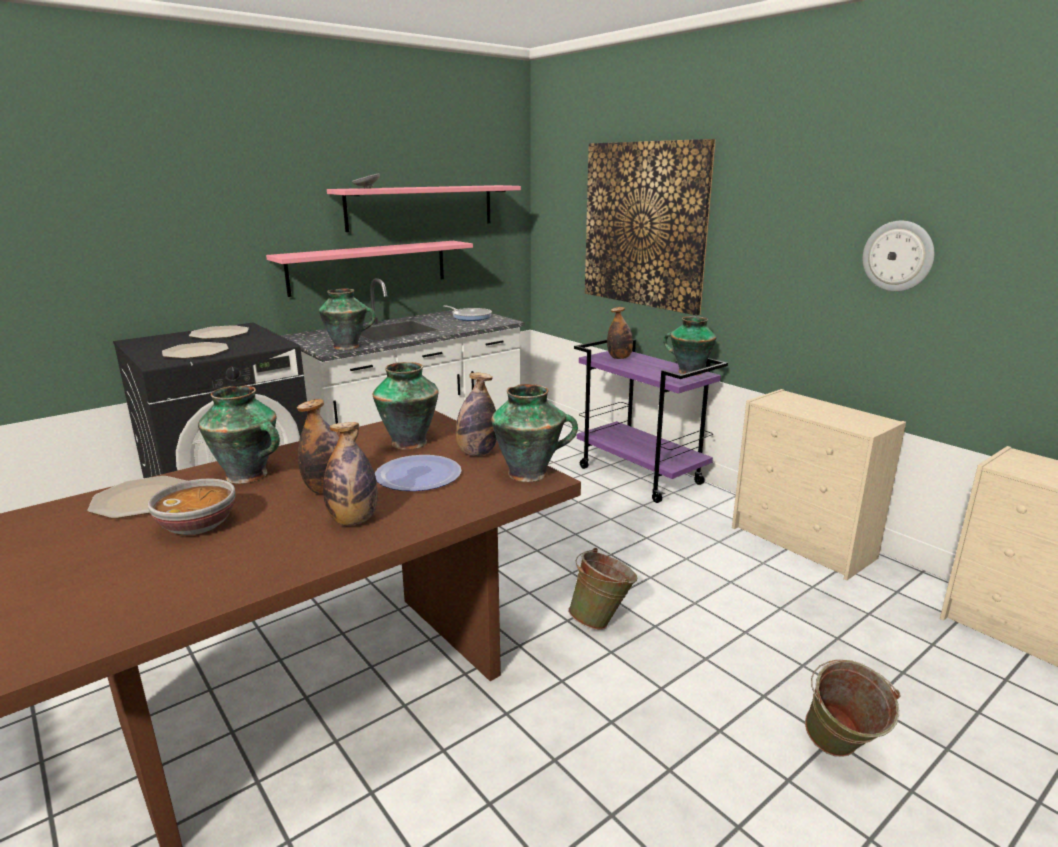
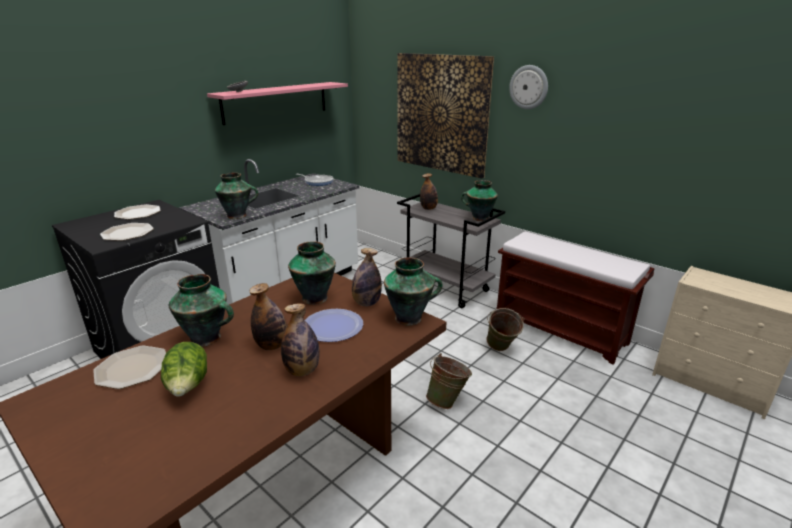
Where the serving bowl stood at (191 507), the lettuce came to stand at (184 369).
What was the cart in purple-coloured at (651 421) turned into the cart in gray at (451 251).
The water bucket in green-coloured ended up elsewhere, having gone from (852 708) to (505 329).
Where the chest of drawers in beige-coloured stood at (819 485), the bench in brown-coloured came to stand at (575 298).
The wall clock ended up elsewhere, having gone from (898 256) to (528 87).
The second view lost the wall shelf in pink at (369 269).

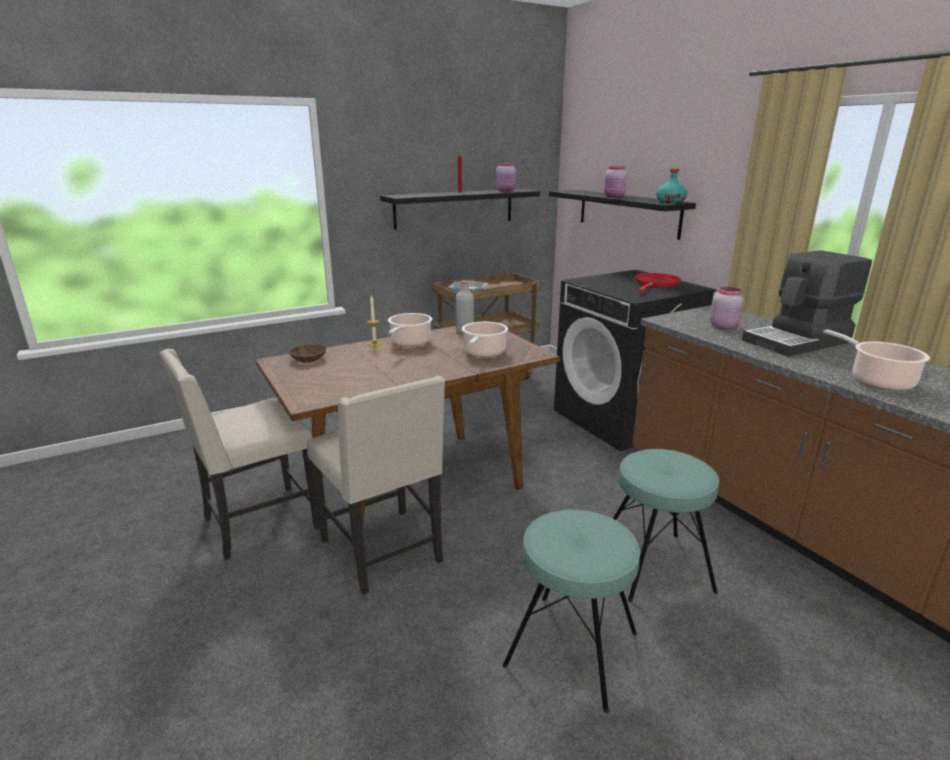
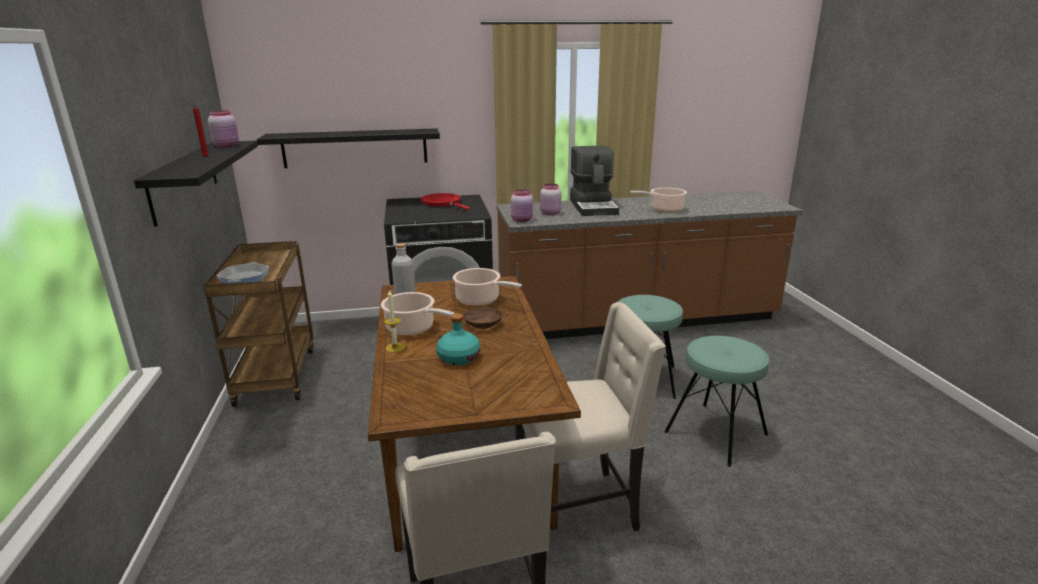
The bottle in turquoise ended up elsewhere, having gone from (671 185) to (458 339).
The serving bowl in brown-coloured ended up elsewhere, having gone from (307 354) to (483 318).
The storage jar in pink ended up elsewhere, having gone from (615 181) to (522 205).

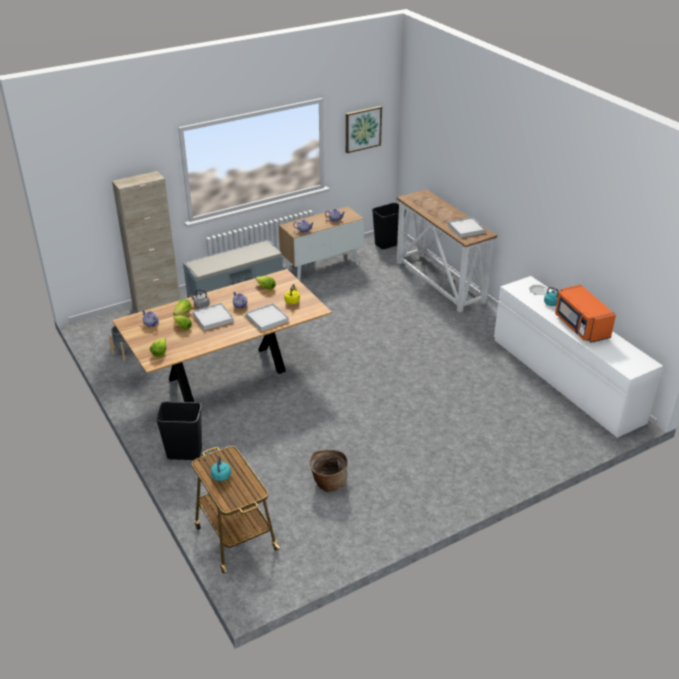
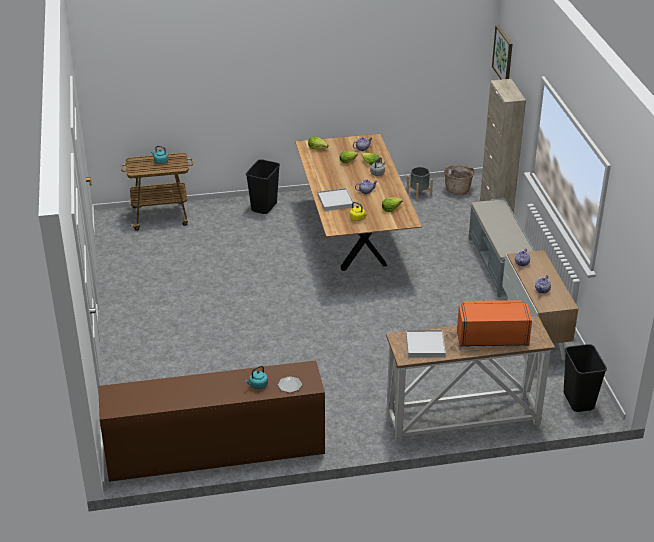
What was the chest of drawers in white at (578 357) turned into the chest of drawers in brown-coloured at (211 421).
The basket ended up elsewhere, having gone from (328 471) to (459 180).
The kitchen microwave in orange ended up elsewhere, having gone from (585 313) to (494 323).
The wall picture ended up elsewhere, having gone from (364 129) to (502 52).
The second view lost the serving tray in white at (213 316).

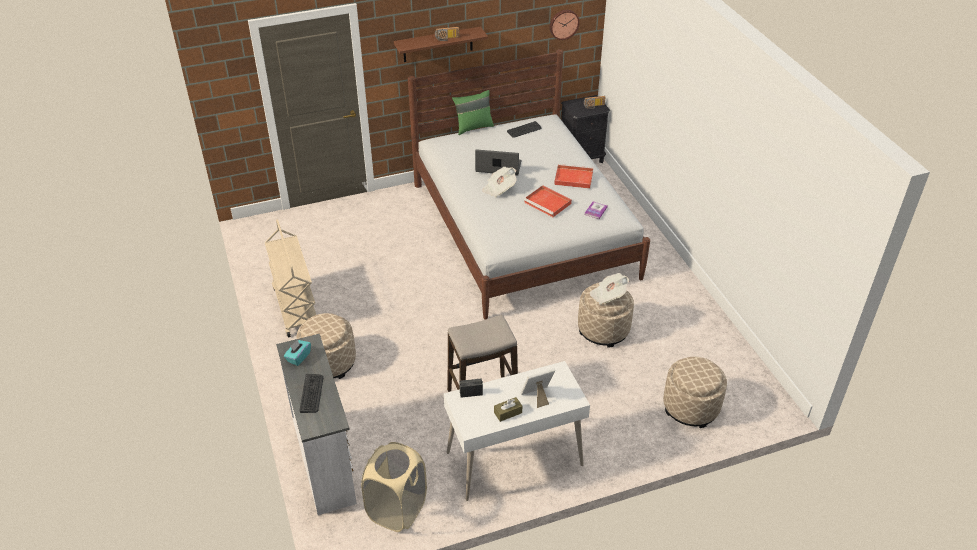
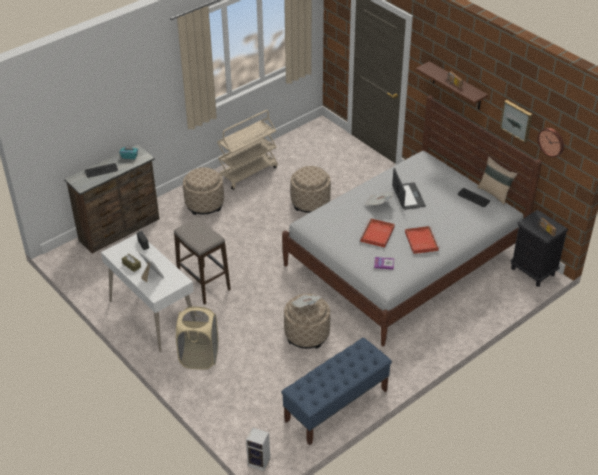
What was the chest of drawers in white at (316 424) turned into the chest of drawers in brown-coloured at (111 199).
The hamper in beige-coloured ended up elsewhere, having gone from (394 487) to (197 338).
The second view gained the loudspeaker at (258 449).
The second view gained the bench in blue-coloured at (336 391).
The pouffe in beige-coloured ended up elsewhere, having gone from (695 392) to (310 189).
The second view gained the cushion in beige-coloured at (497 180).
The second view gained the wall picture at (516 121).
The second view lost the cushion in green-coloured at (473 112).

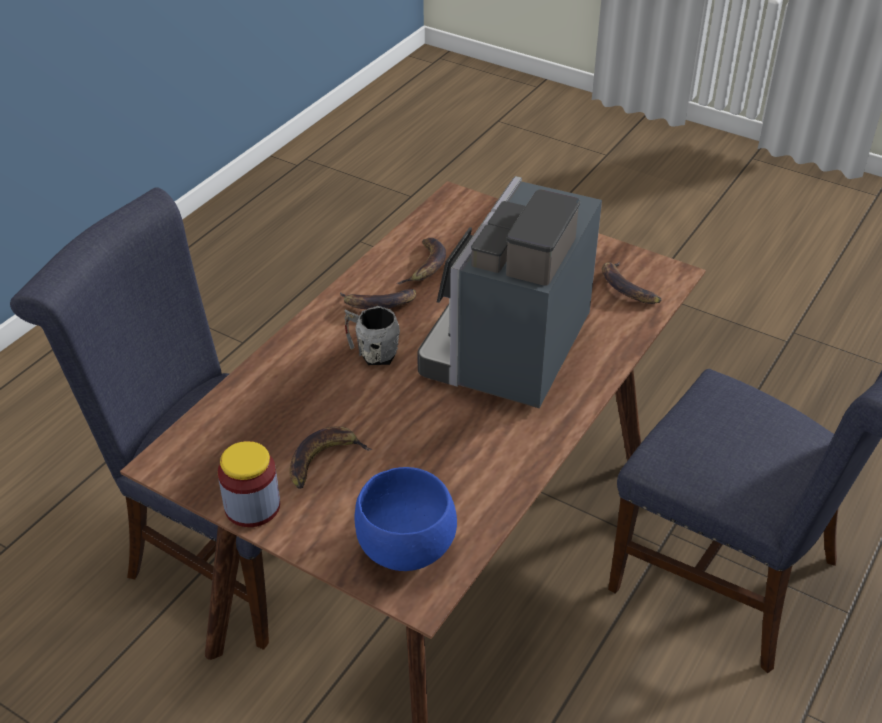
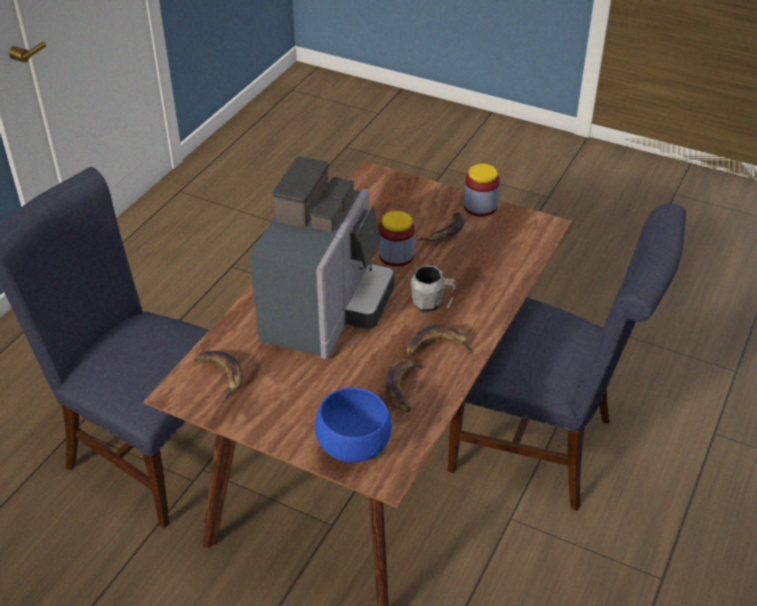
The serving bowl in blue-coloured ended up elsewhere, having gone from (406 519) to (353 425).
The second view gained the storage jar at (397 239).

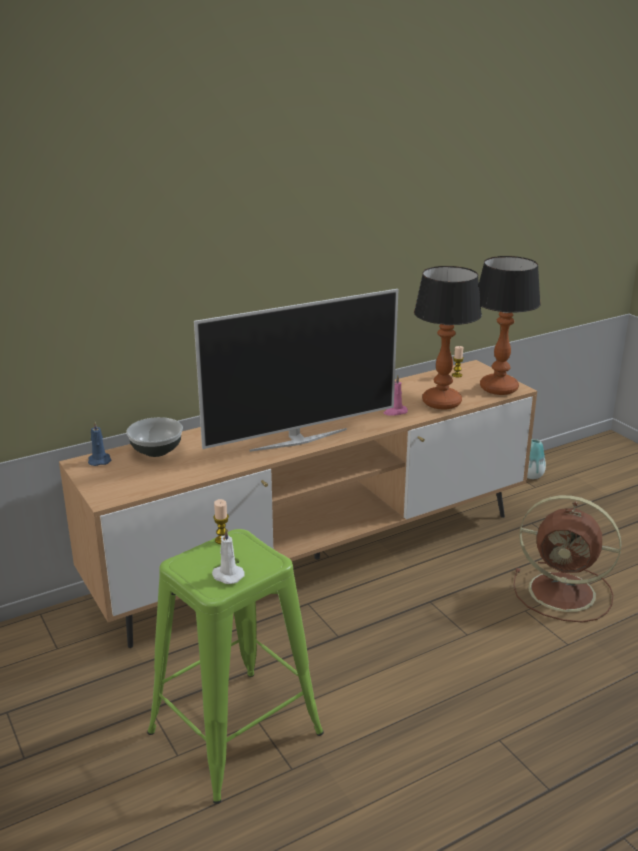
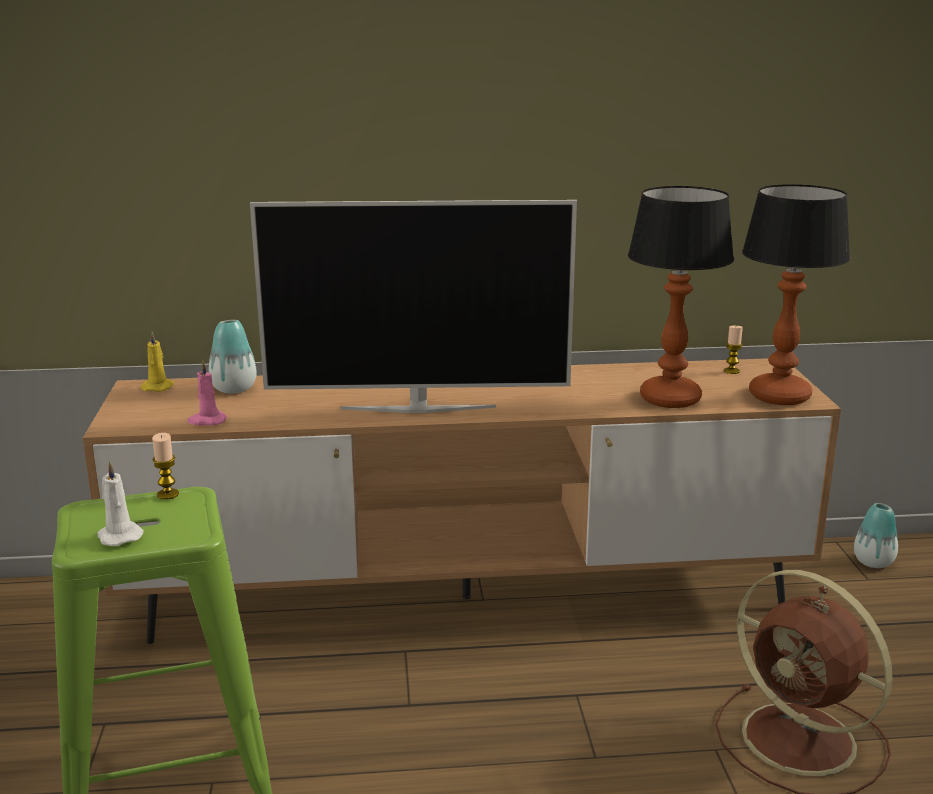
What was the wax light in blue-coloured at (99 443) turned into the wax light in yellow at (157 362).
The wax light in pink ended up elsewhere, having gone from (396 395) to (207 393).
Where the serving bowl stood at (154 437), the decorative vase came to stand at (233 357).

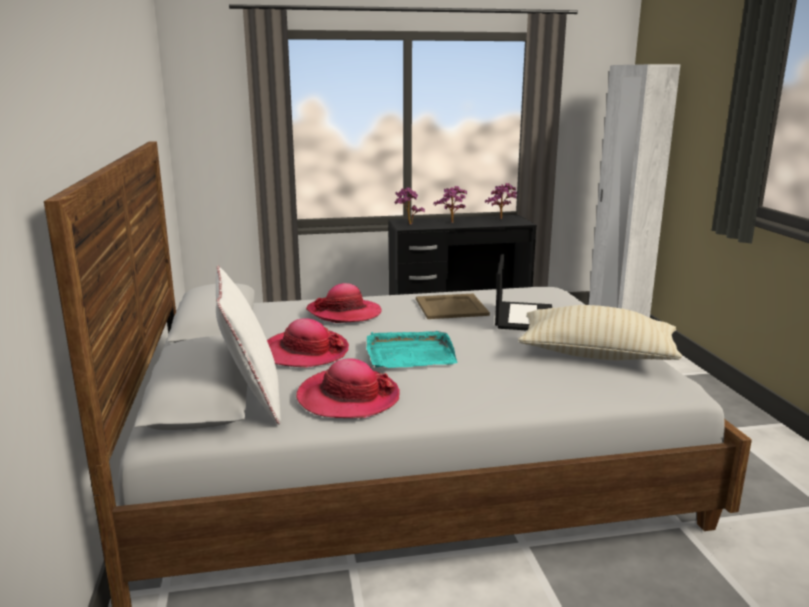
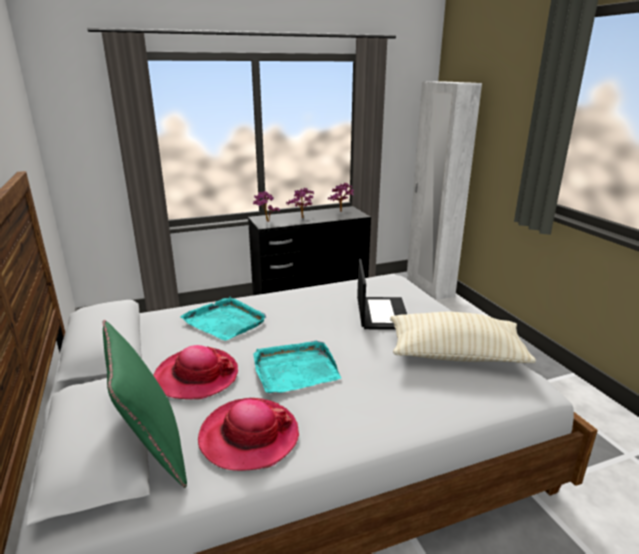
What was the cushion in white at (248 345) turned into the cushion in green-coloured at (144 404).
Where the wearable hat stood at (344 303), the serving tray in turquoise came to stand at (223 319).
The second view lost the serving tray in beige-coloured at (453 306).

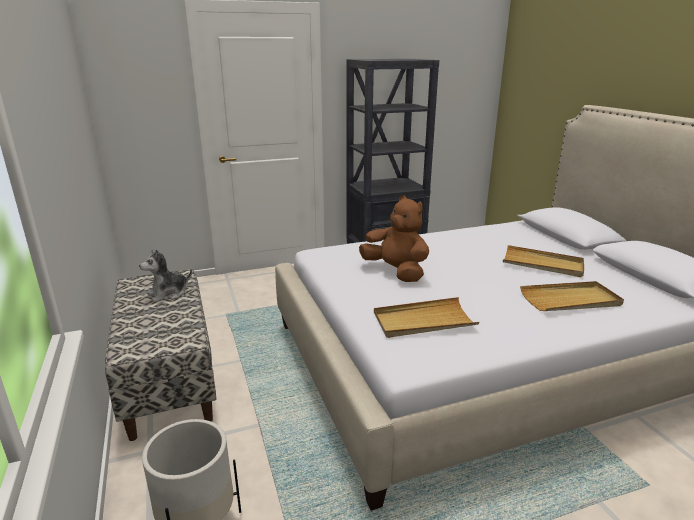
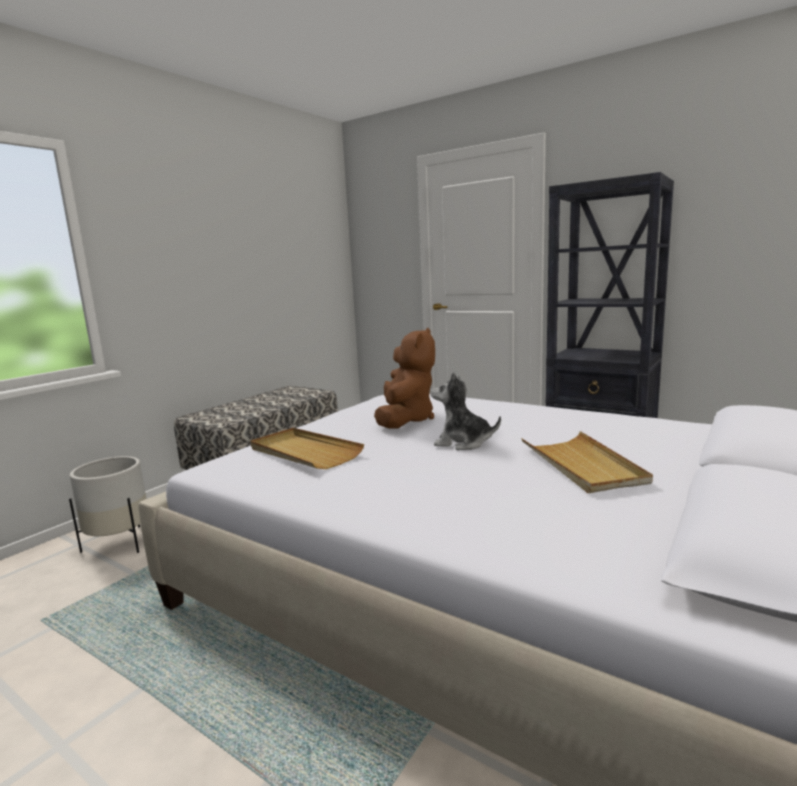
The soft toy ended up elsewhere, having gone from (165 275) to (466 411).
The second view lost the serving tray in beige-coloured at (572 296).

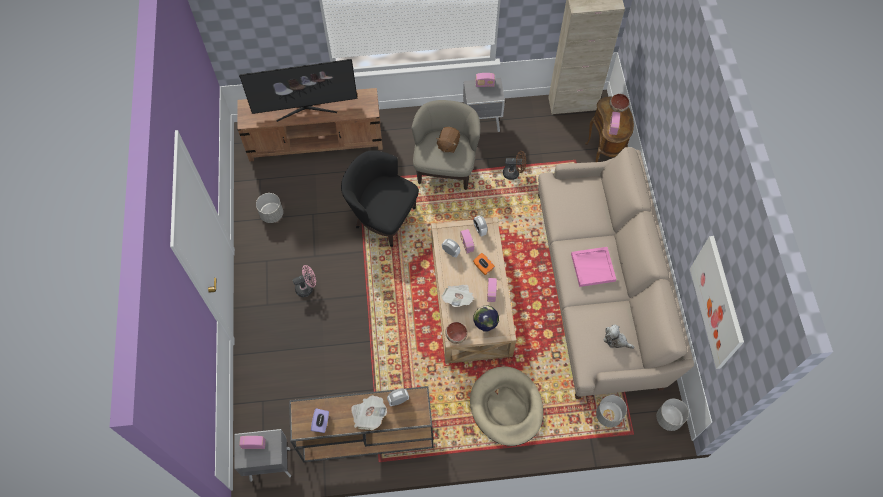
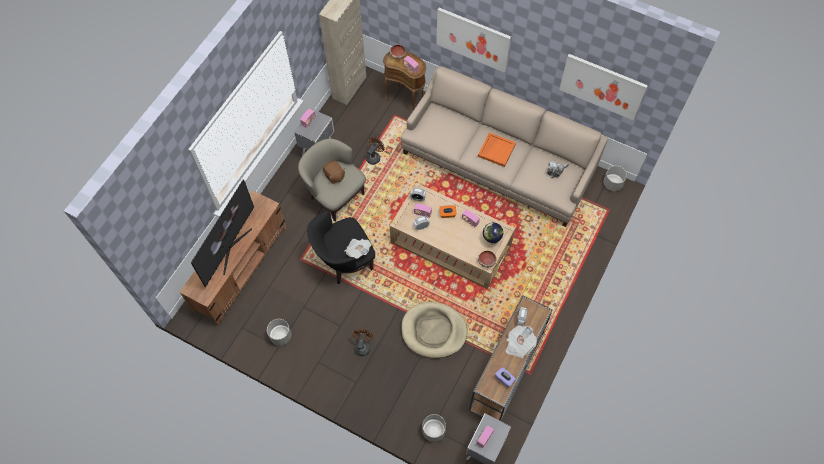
The daily paper ended up elsewhere, having gone from (458 296) to (358 249).
What was the electric fan in pink at (304 281) turned into the electric fan in brown-coloured at (362 342).
The dog cushion in beige-coloured ended up elsewhere, having gone from (506 406) to (434 330).
The plant pot in gray ended up elsewhere, having gone from (611 411) to (434 428).
The second view gained the wall picture at (473 40).
What was the serving tray in pink at (593 267) turned into the serving tray in orange at (497 149).

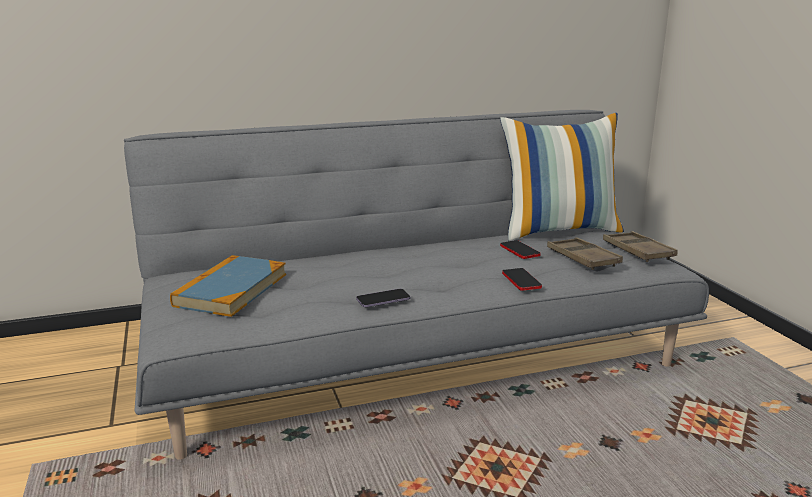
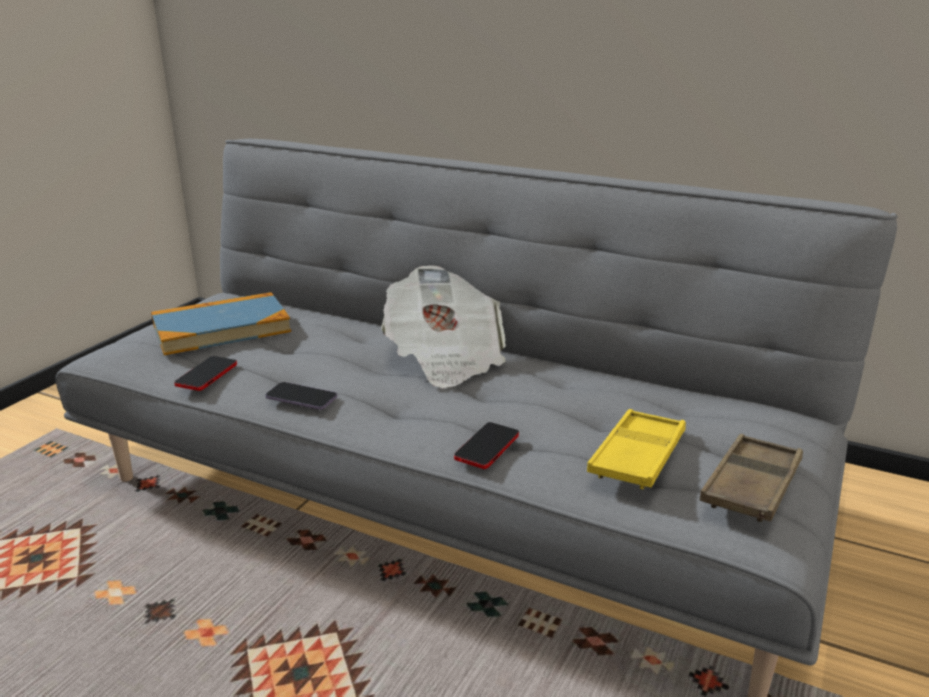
The telephone ended up elsewhere, having gone from (520 249) to (205 373).
The second view gained the daily paper at (443 326).
What was the serving tray in brown-coloured at (585 253) turned into the serving tray in yellow at (636 449).
The second view lost the cushion at (562 177).

